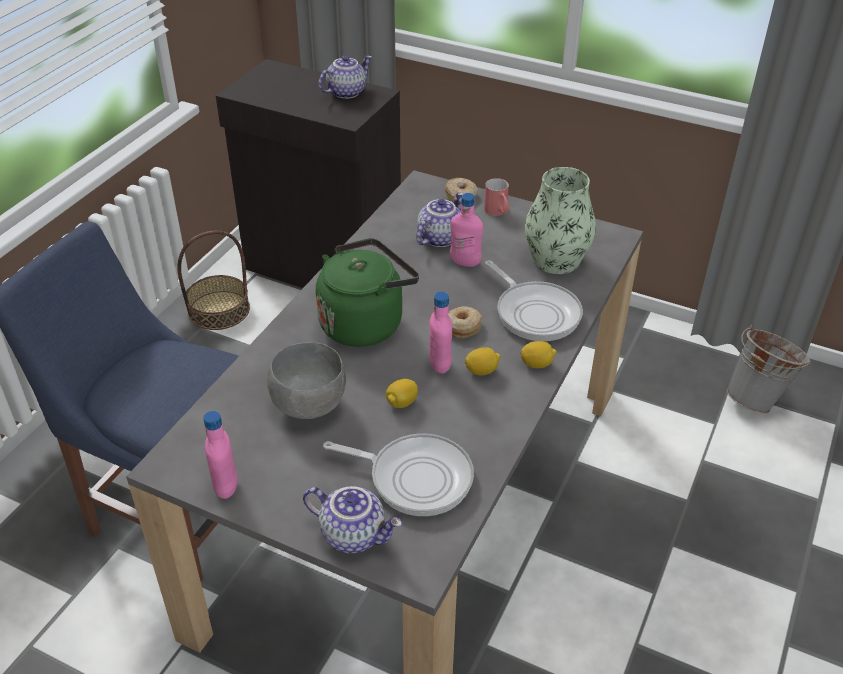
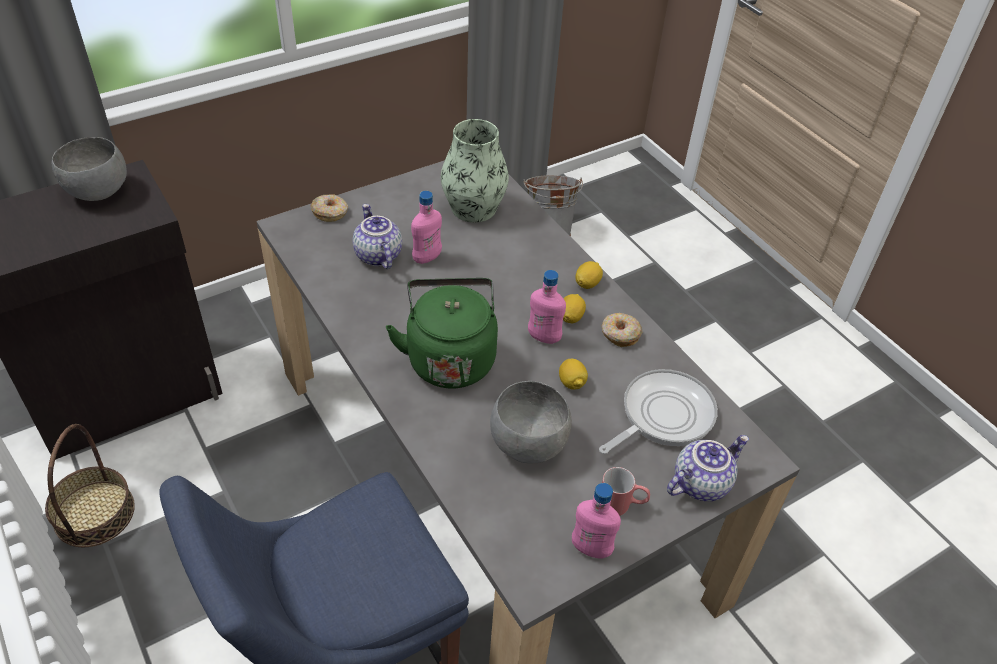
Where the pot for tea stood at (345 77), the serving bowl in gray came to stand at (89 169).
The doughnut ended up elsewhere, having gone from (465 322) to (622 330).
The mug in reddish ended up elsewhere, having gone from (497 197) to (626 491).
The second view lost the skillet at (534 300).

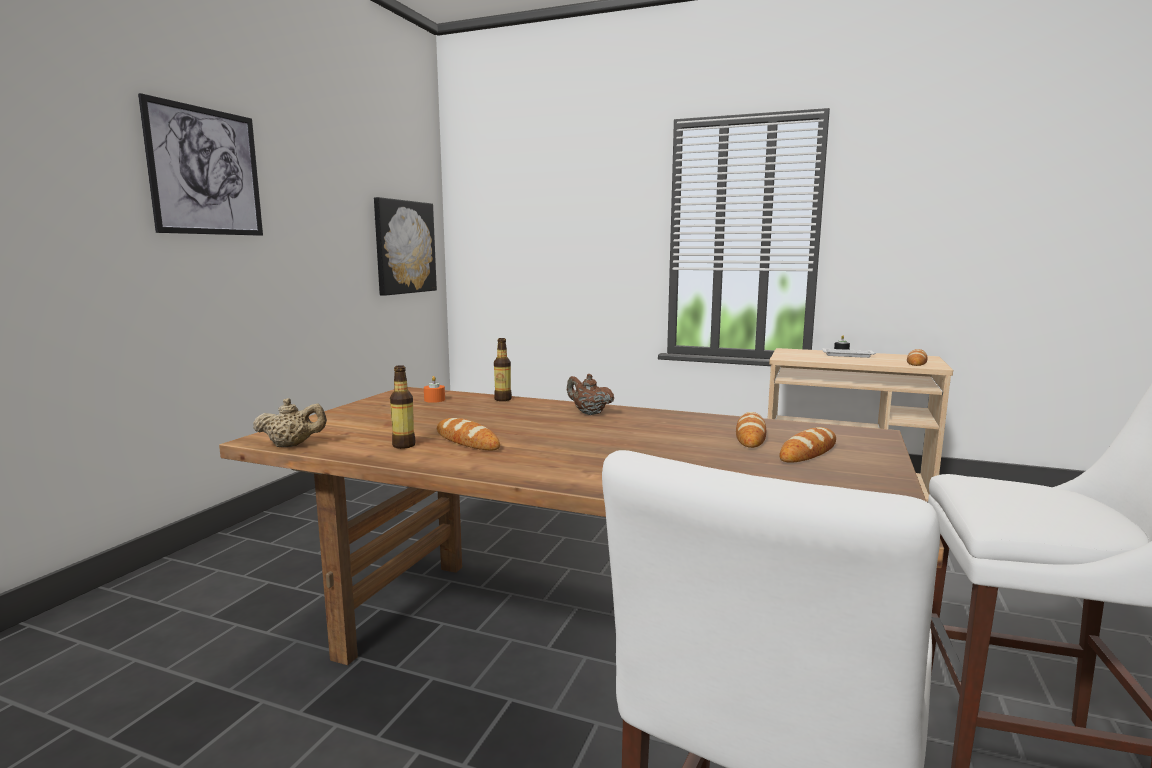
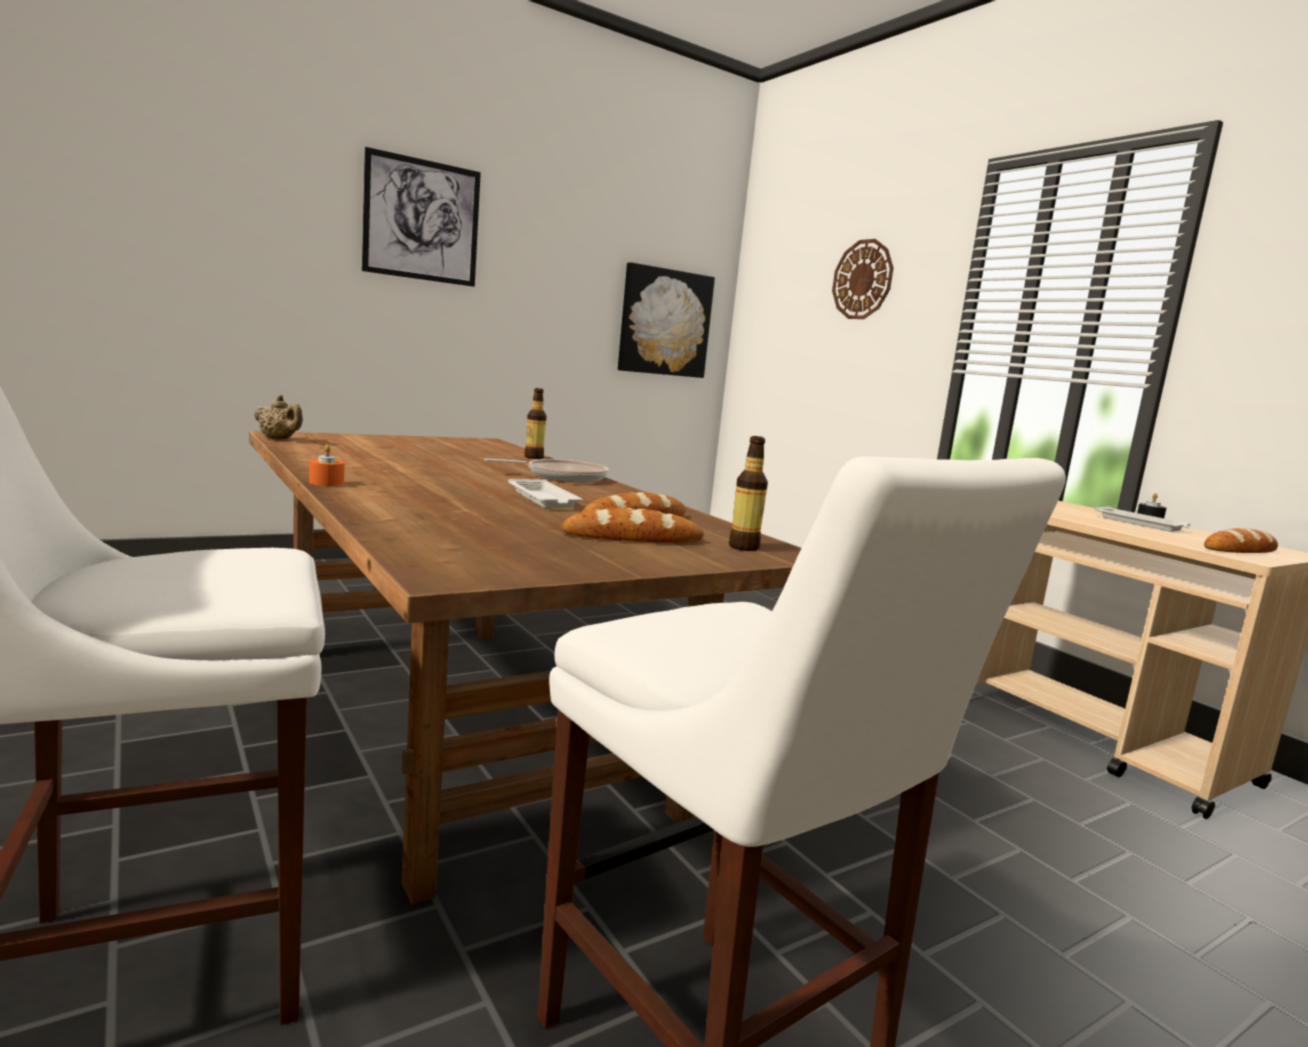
The wax light in orange ended up elsewhere, having gone from (434 389) to (327 465).
Where the pot for tea in brown-coloured stood at (591 394), the skillet came to stand at (546 470).
The second view gained the serving tray in white at (545 493).
The bottle ended up elsewhere, having gone from (403 407) to (748 493).
The second view gained the wall clock at (863 279).
The second view lost the bakery bread at (468 434).

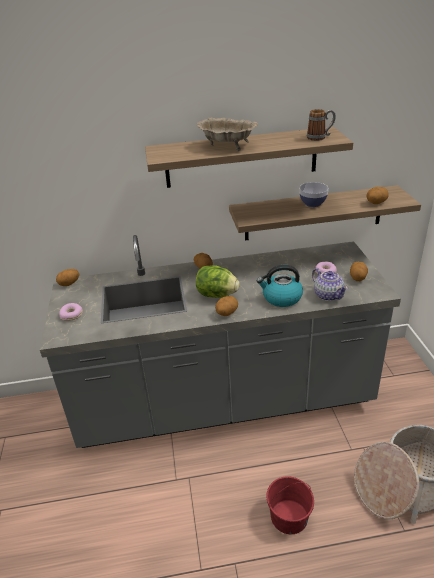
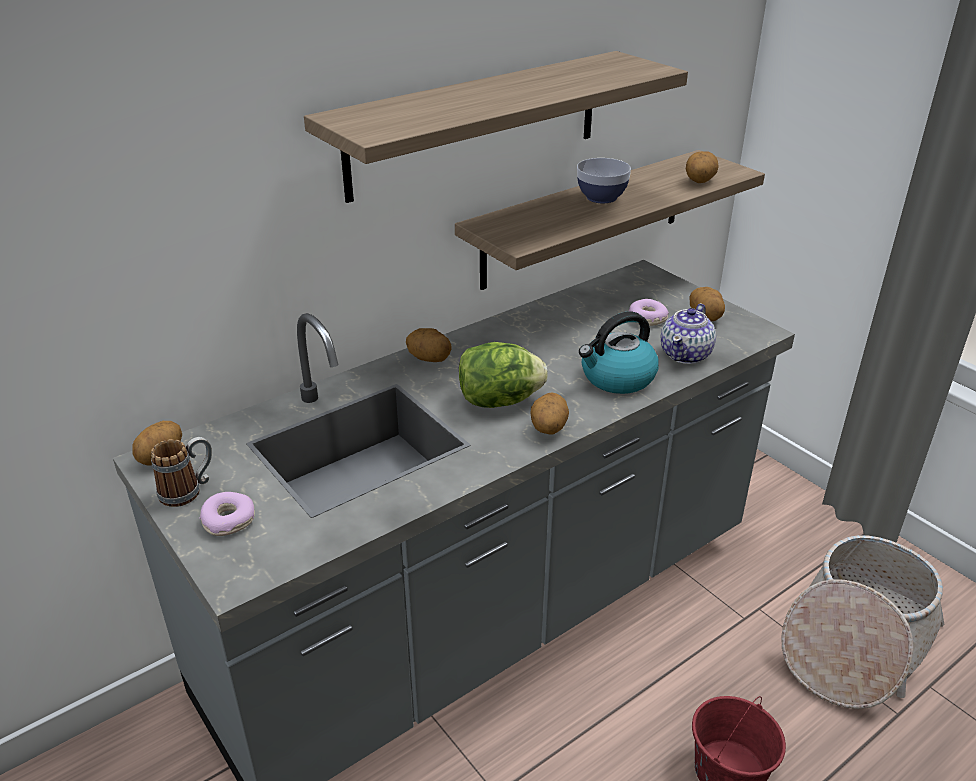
The mug ended up elsewhere, having gone from (321 125) to (181 472).
The pot for tea at (330 284) ended up facing another way, 90 degrees clockwise from before.
The second view lost the serving bowl in beige-coloured at (227 134).

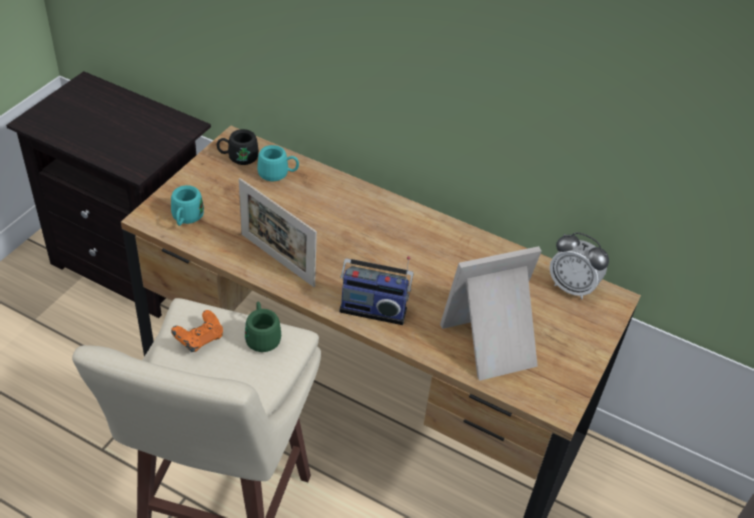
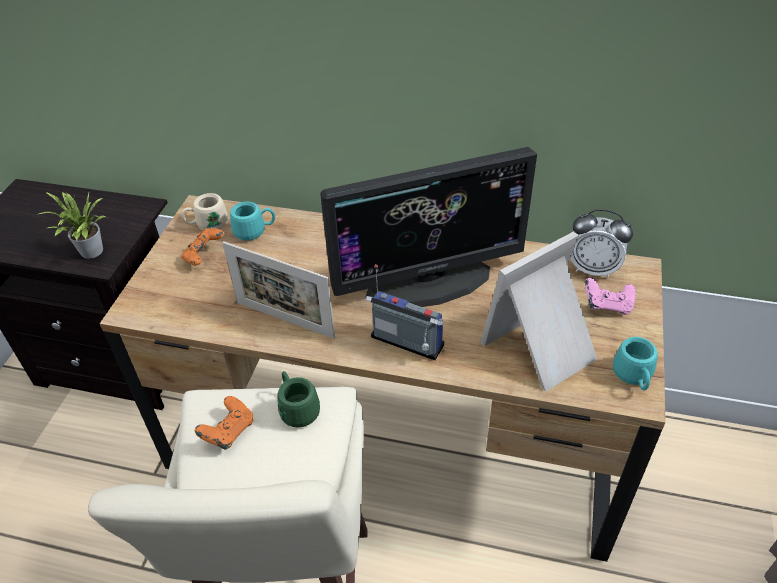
The second view gained the potted plant at (71 225).
What was the mug in black at (238 147) turned into the mug in beige-coloured at (204 211).
The second view gained the game controller in orange at (202 247).
The second view gained the computer screen at (428 227).
The radio at (376 290) ended up facing another way, 150 degrees counterclockwise from before.
The second view gained the game controller in pink at (610 296).
The mug in turquoise ended up elsewhere, having gone from (187 205) to (635 364).

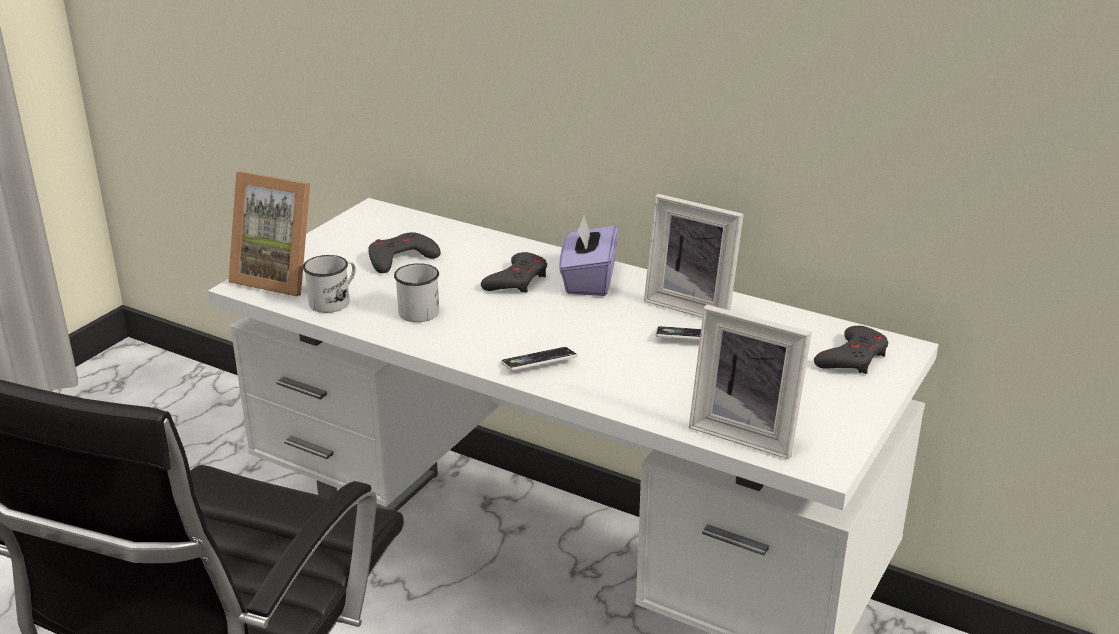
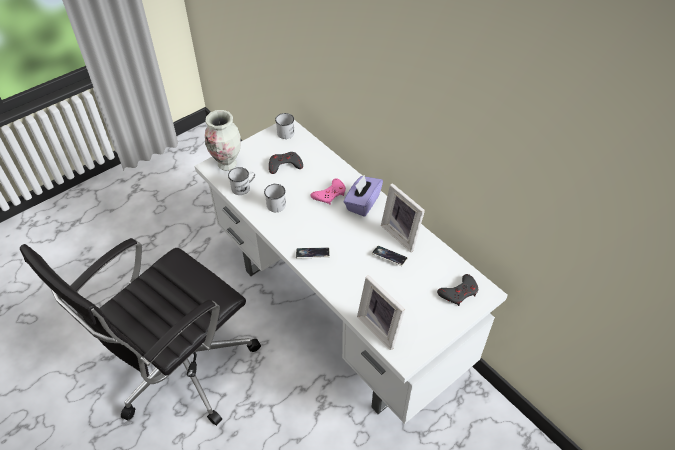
Where the standing frame stood at (269 233), the decorative vase came to stand at (223 140).
The second view gained the mug in white at (284 126).
What was the game controller in gray at (514 272) turned into the game controller in pink at (328 191).

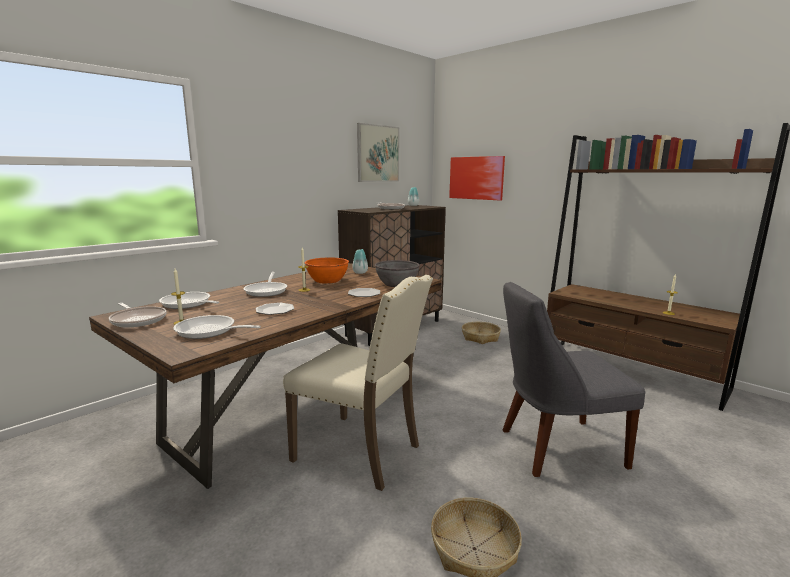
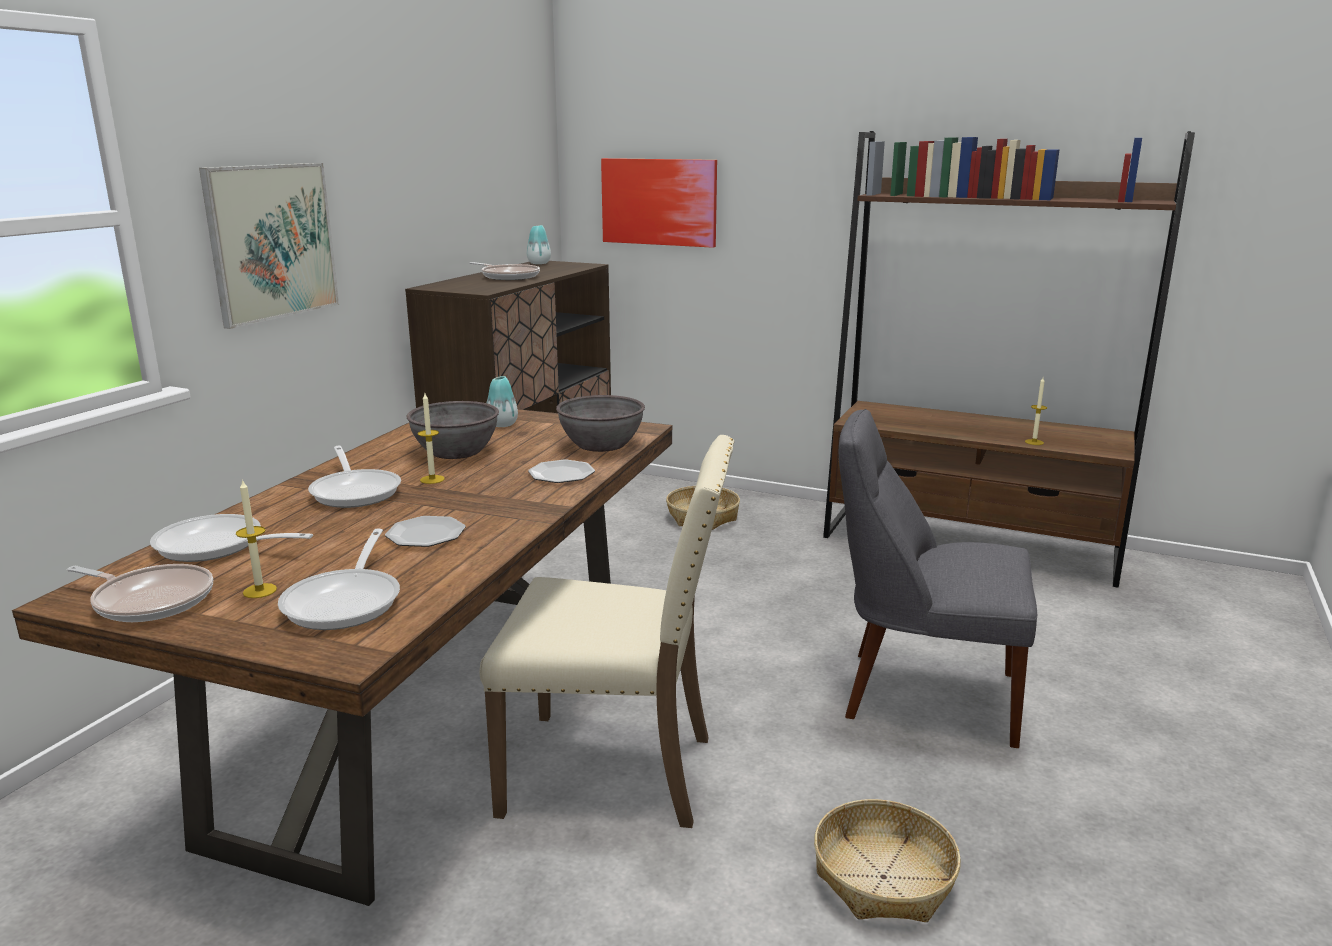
The wall picture ended up elsewhere, having gone from (378 152) to (269 246).
The skillet at (217 327) ended up facing another way, 90 degrees counterclockwise from before.
What was the serving bowl in orange at (327 271) turned into the serving bowl in gray at (453 430).
The plain chair in gray at (574 379) ended up facing another way, 45 degrees clockwise from before.

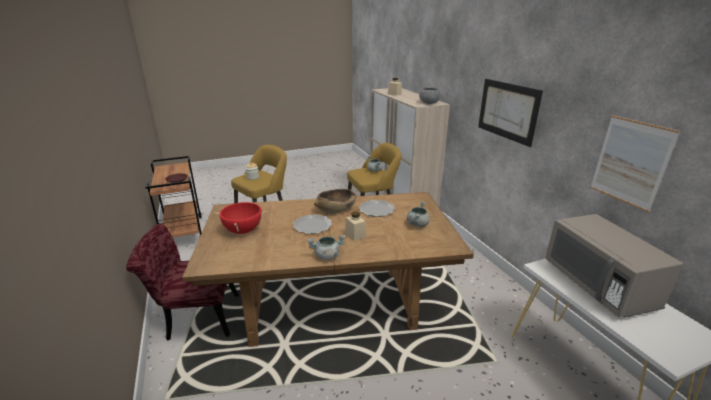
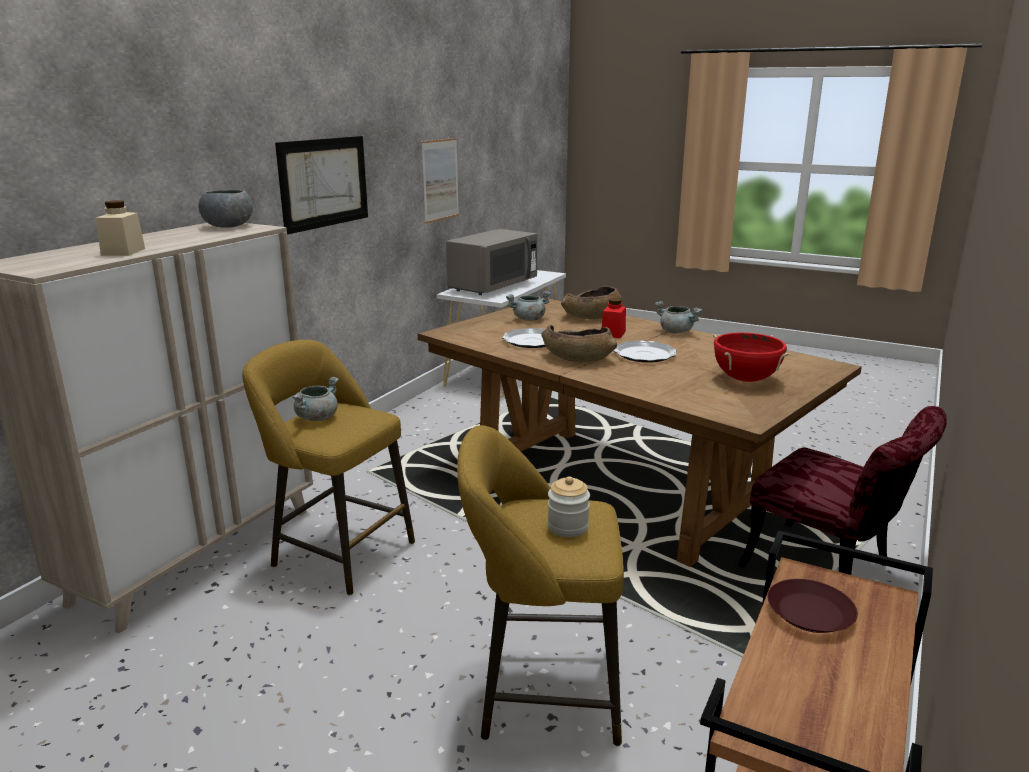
The second view gained the serving bowl in brown-coloured at (591 302).
What was the storage jar in beige-coloured at (355 226) turned into the storage jar in reddish at (614 318).

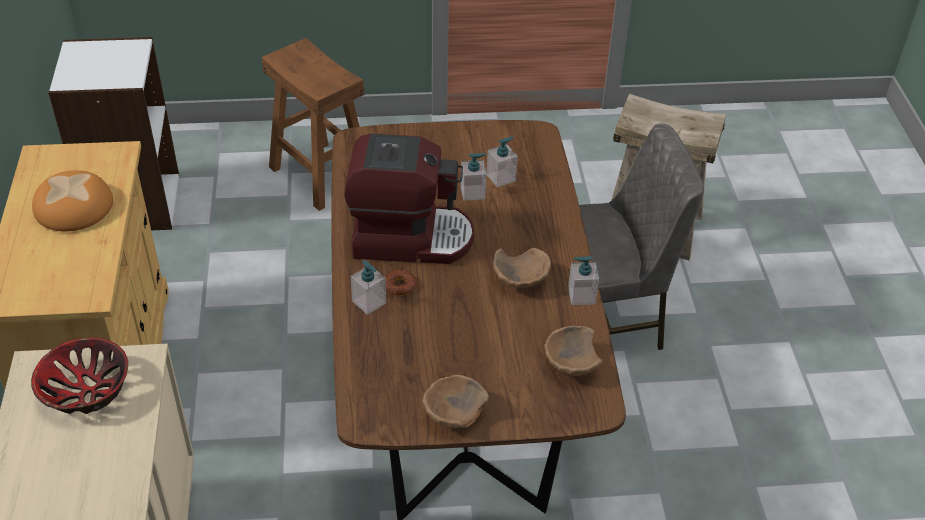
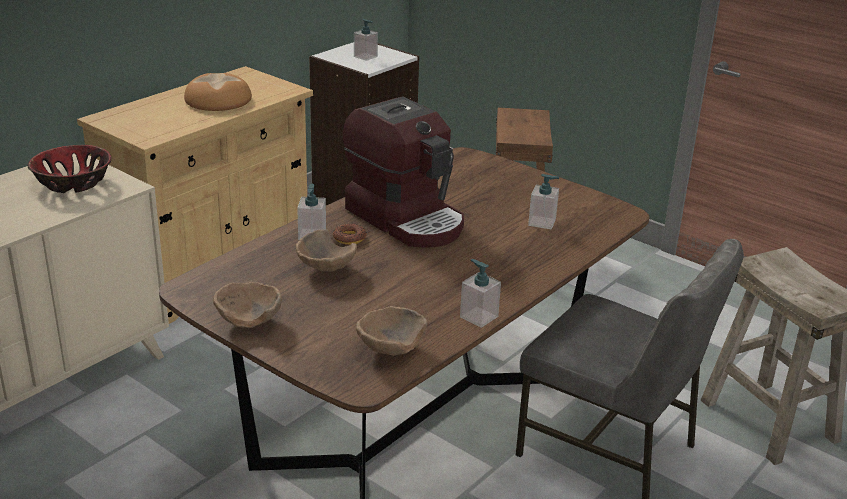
The serving bowl in brown-coloured ended up elsewhere, having gone from (522 268) to (326 250).
The liquid soap bottle ended up elsewhere, having gone from (473 177) to (366 40).

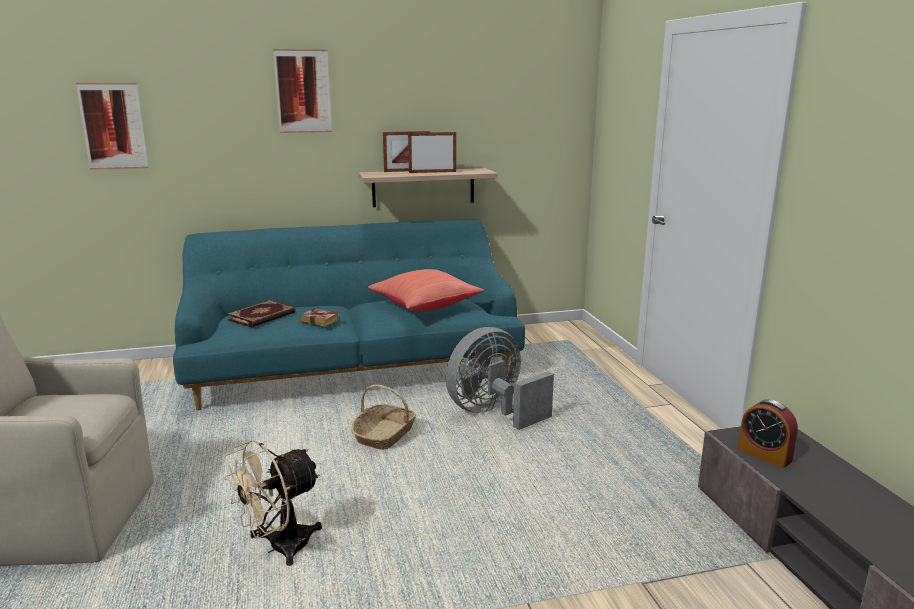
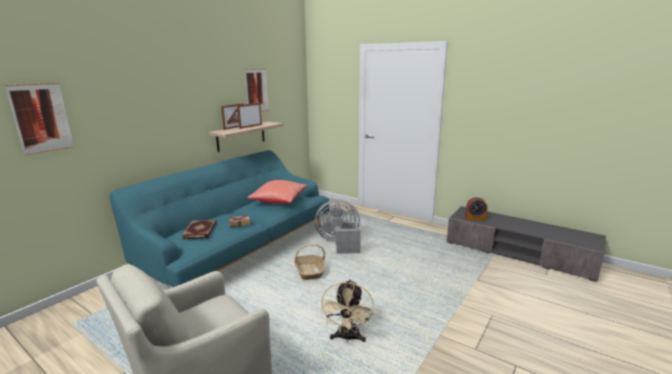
The wall picture ended up elsewhere, having gone from (302 91) to (257 90).
The electric fan in gray at (500 378) ended up facing another way, 75 degrees clockwise from before.

